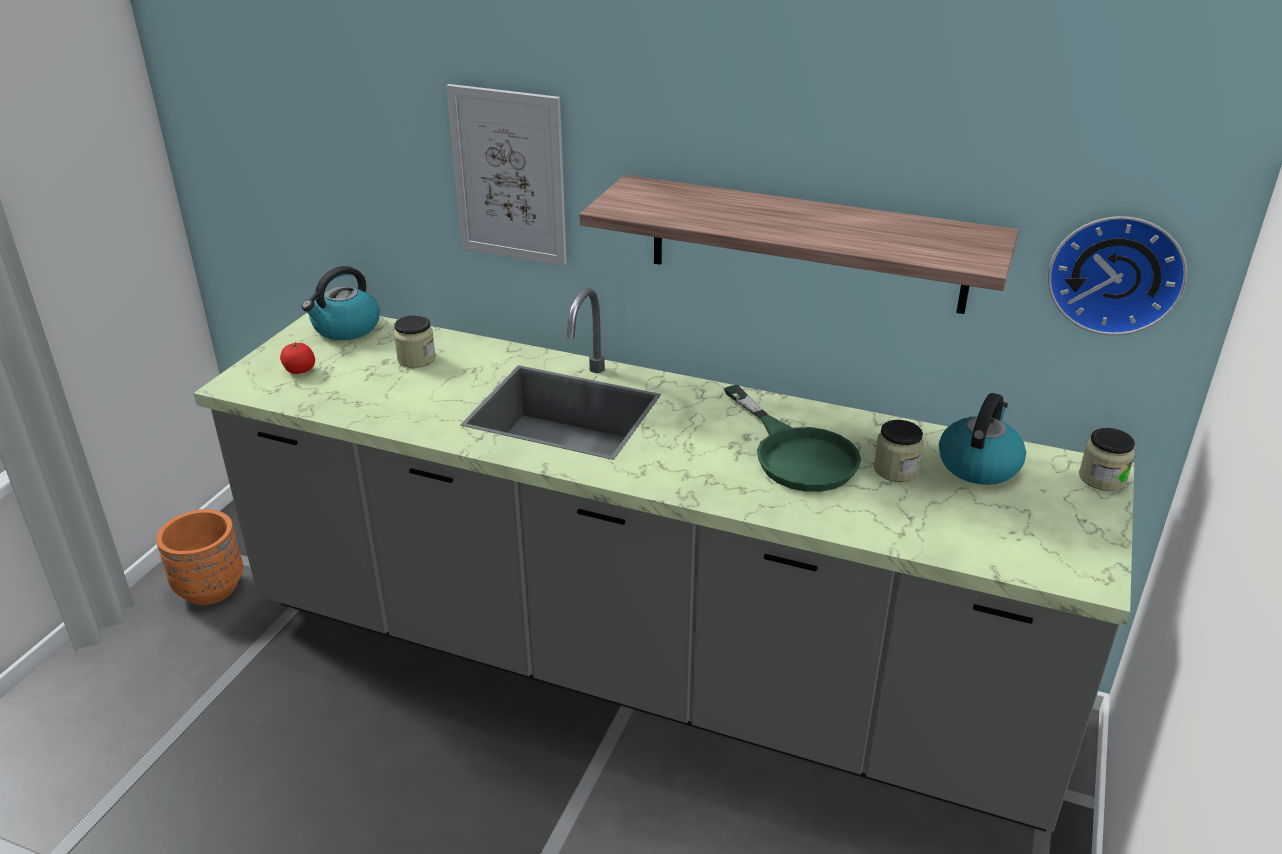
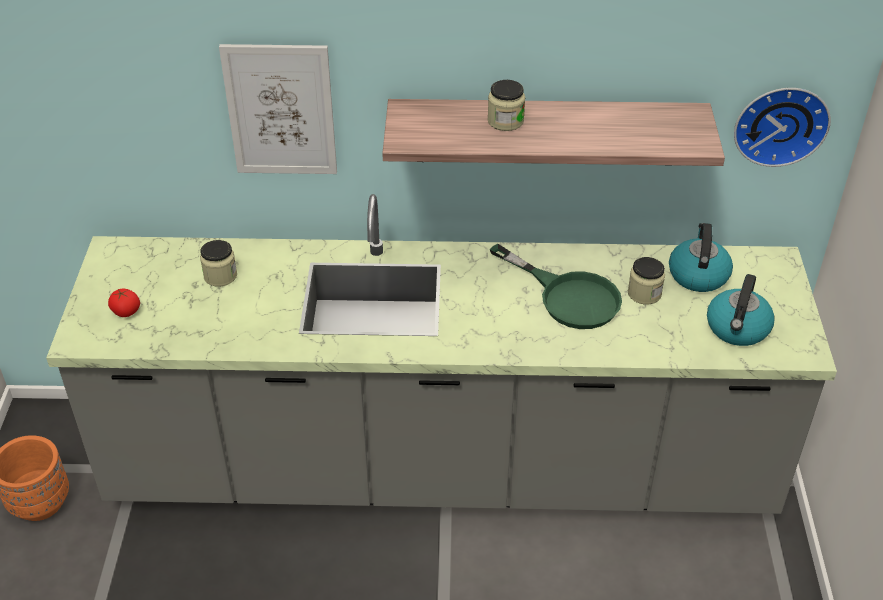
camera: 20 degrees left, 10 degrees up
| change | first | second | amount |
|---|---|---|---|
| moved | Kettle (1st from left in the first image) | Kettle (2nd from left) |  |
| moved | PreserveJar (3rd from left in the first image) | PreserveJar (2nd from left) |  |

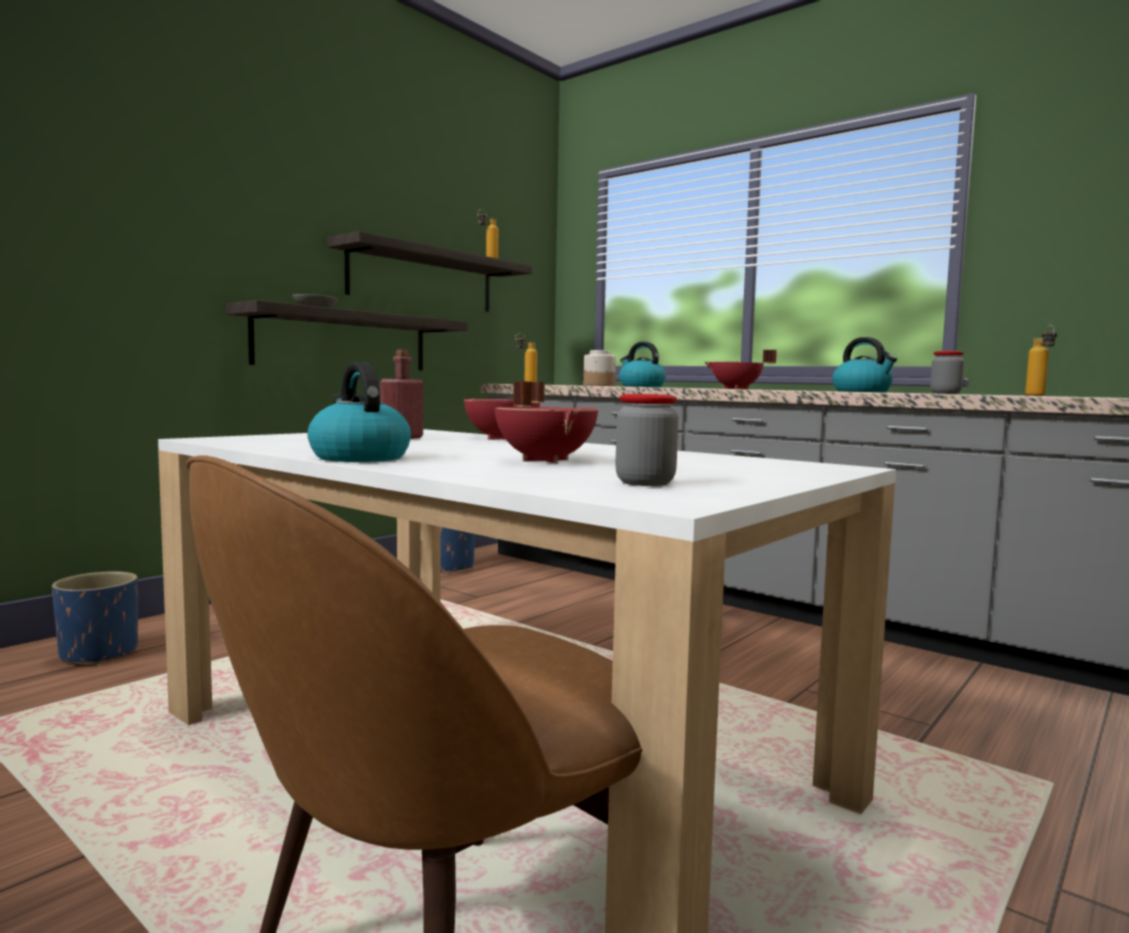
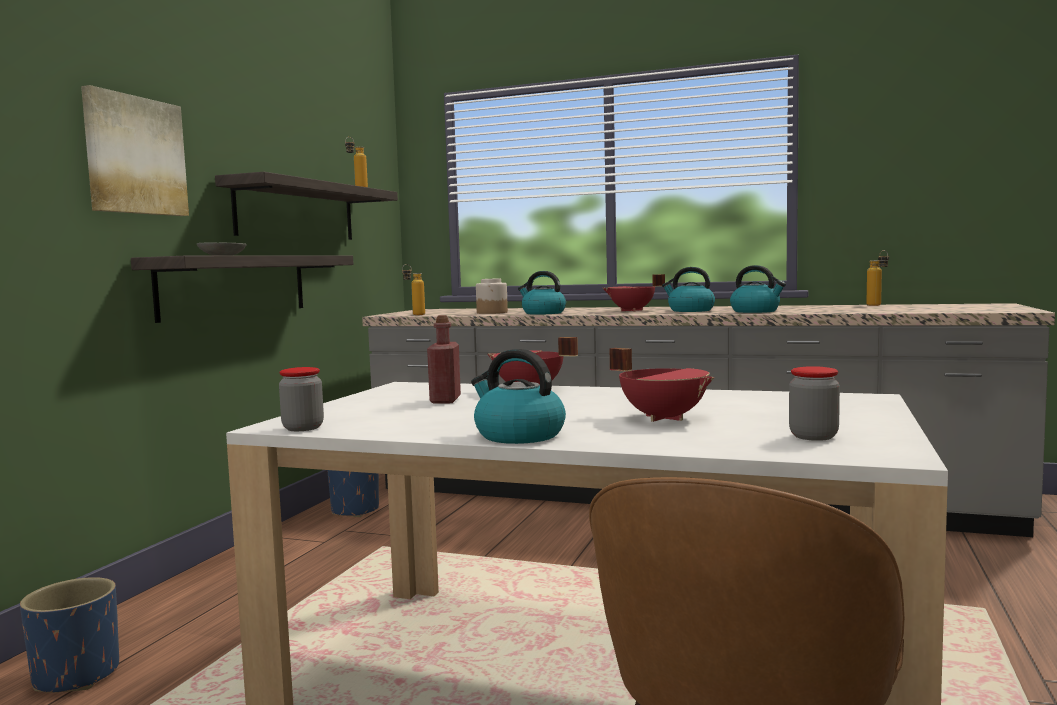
camera: 20 degrees left, 0 degrees up
| change | first | second | amount |
|---|---|---|---|
| moved | PreserveJar (3rd from left in the first image) | PreserveJar (1st from left) |  |
| added |  | WallArt |  |
| added |  | Kettle (3rd from left) |  |

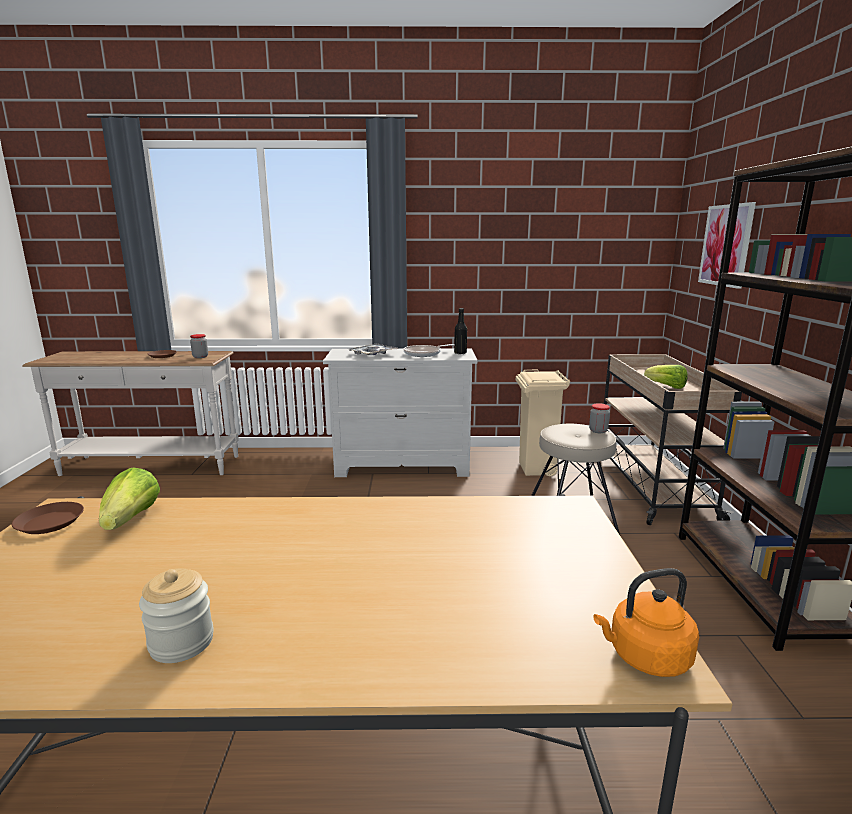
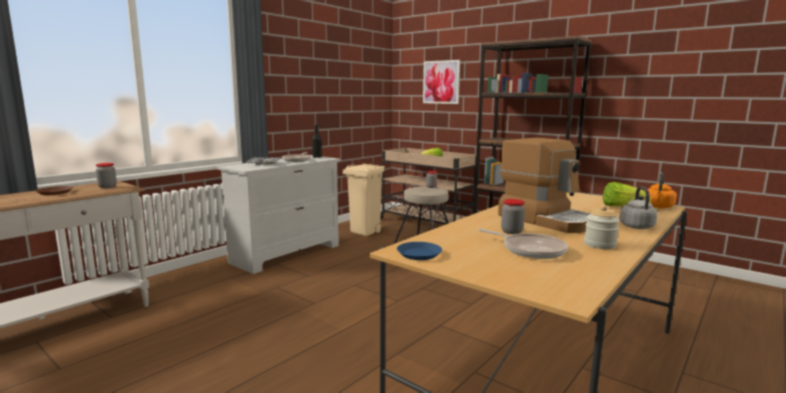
camera: 50 degrees left, 5 degrees down
| change | first | second | amount |
|---|---|---|---|
| recoloured | BrownColouredPlate (1st from left) | BlueColouredPlate |  |
| moved | LettuceHead (1st from left in the first image) | LettuceHead (2nd from left) |  |
| added |  | Skillet (2nd from left) |  |
| added |  | CoffeeMachine |  |
| added |  | PreserveJar (3rd from left) |  |
| added |  | GrayKettle |  |

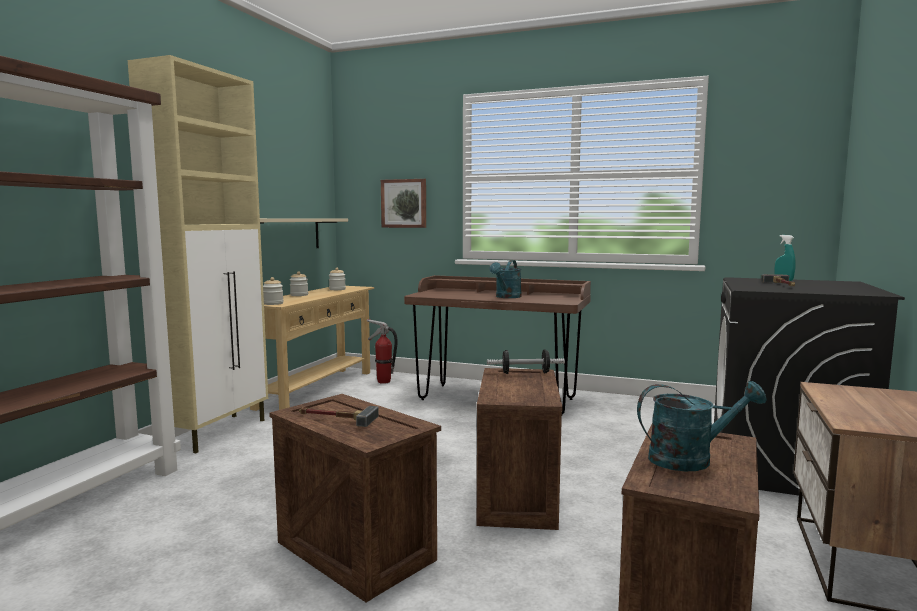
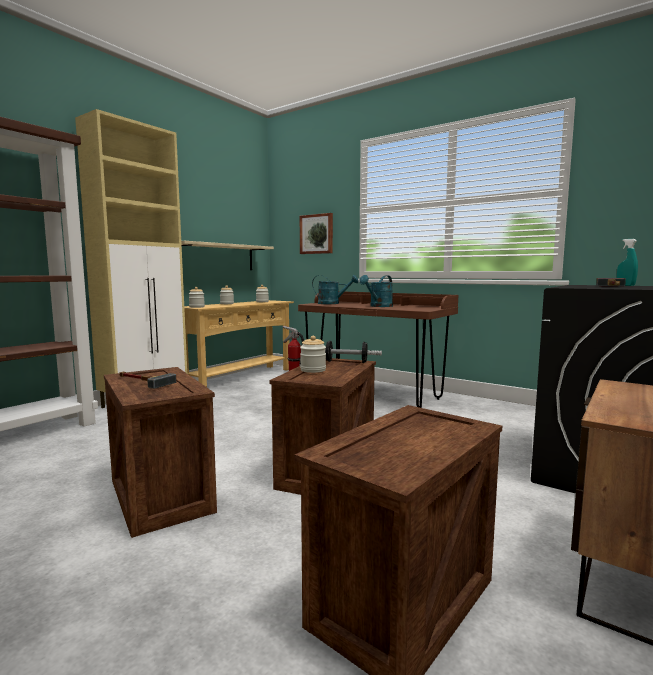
camera: 15 degrees right, 0 degrees up
| change | first | second | amount |
|---|---|---|---|
| moved | TurquoiseColouredWateringPot (2nd from left in the first image) | TurquoiseColouredWateringPot (1st from left) |  |
| added |  | PreserveJar (4th from left) |  |

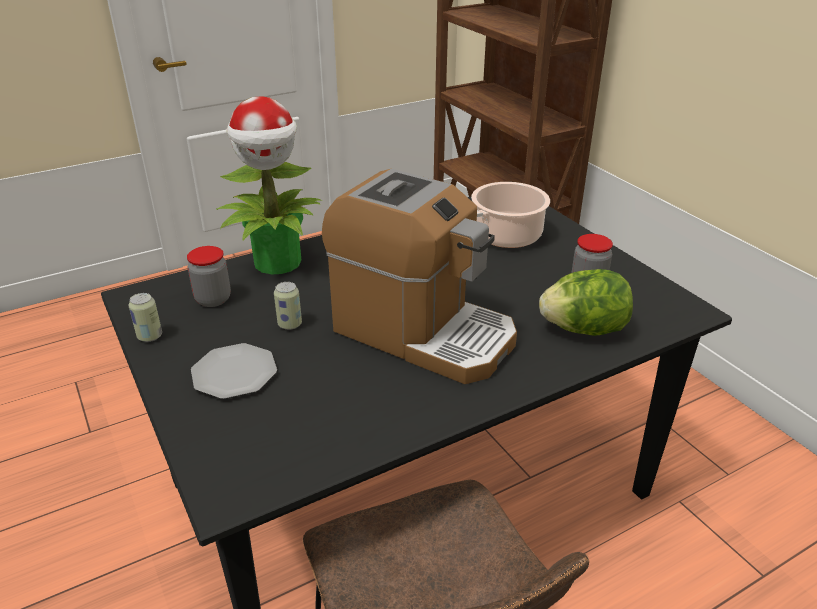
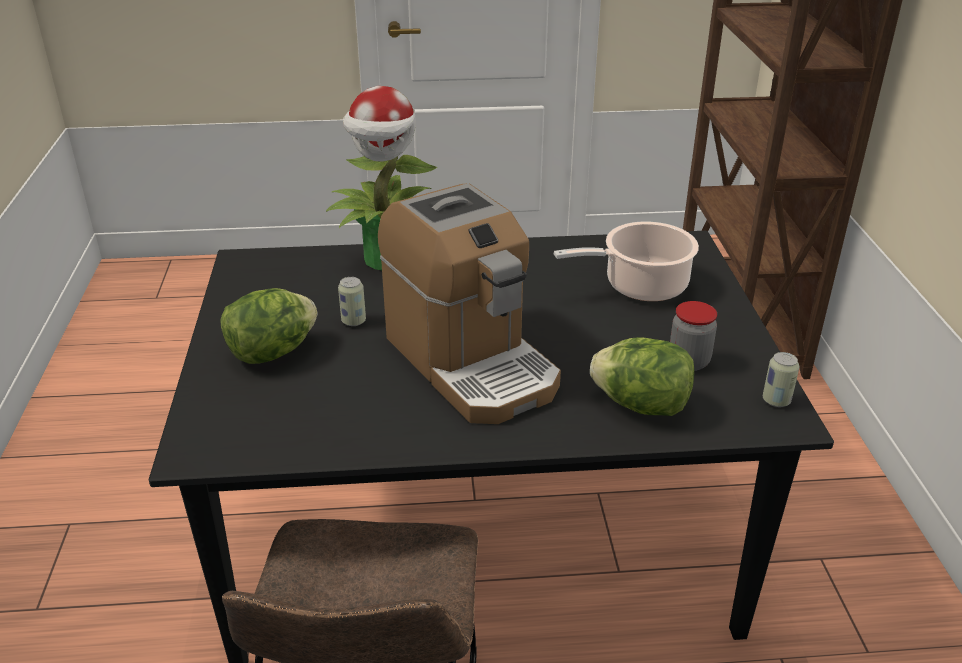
camera: 25 degrees right, 0 degrees up
| change | first | second | amount |
|---|---|---|---|
| moved | MetalCan (1st from left in the first image) | MetalCan (2nd from left) |  |
| removed | PreserveJar (1st from left) |  |  |
| replaced | Plate | LettuceHead (1st from left) |  |

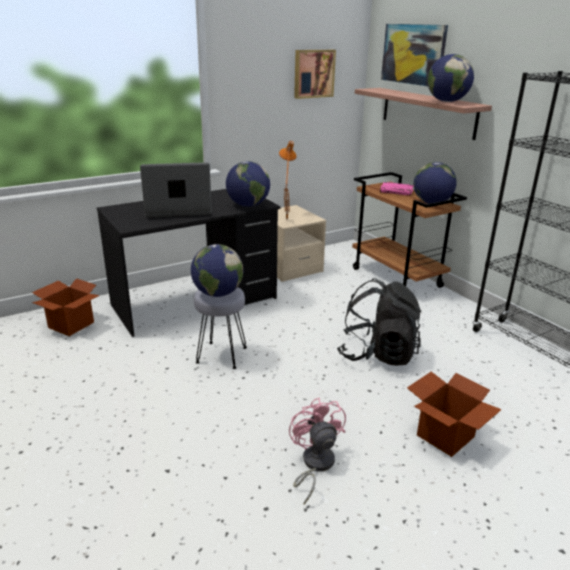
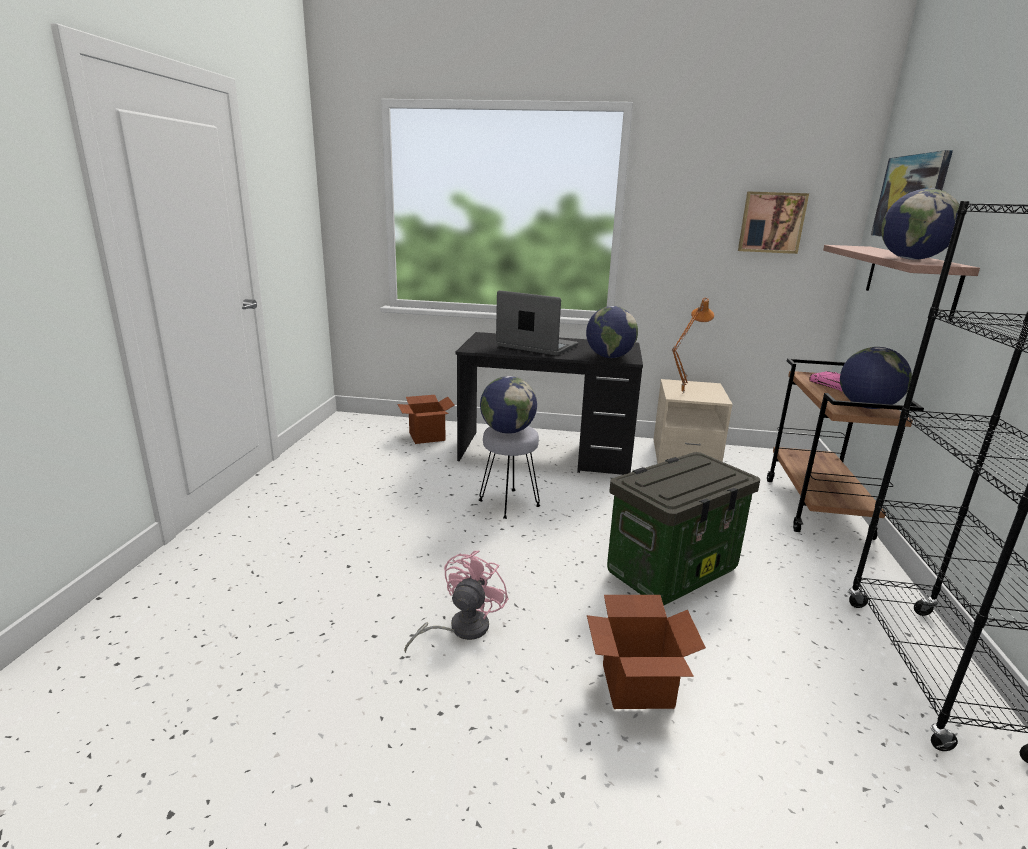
camera: 40 degrees right, 5 degrees down
| change | first | second | amount |
|---|---|---|---|
| replaced | BlackColouredKnapsack | StorageBox |  |

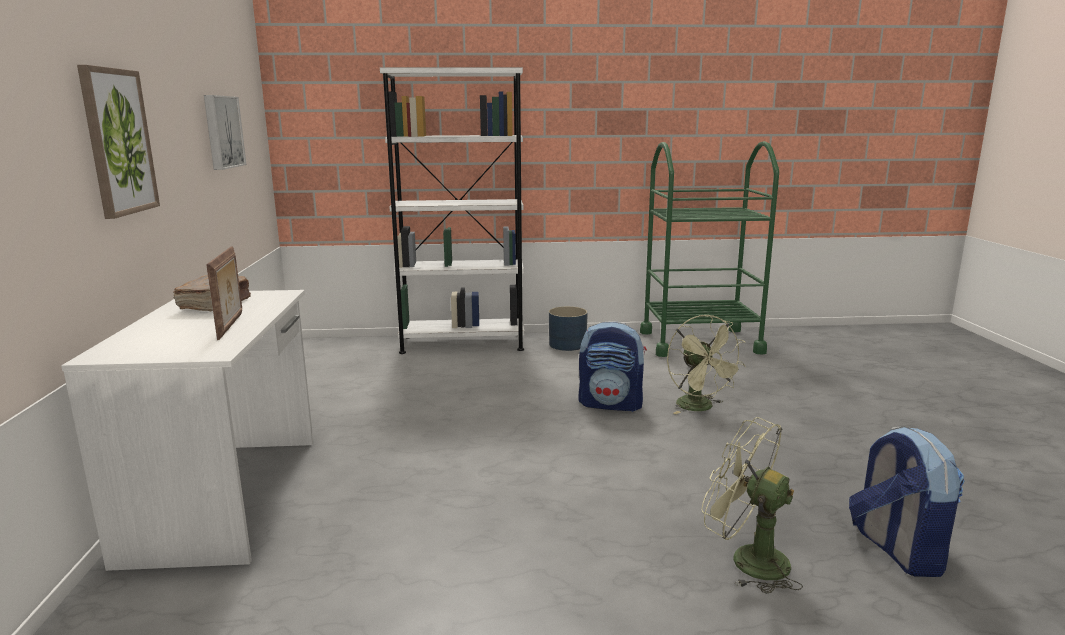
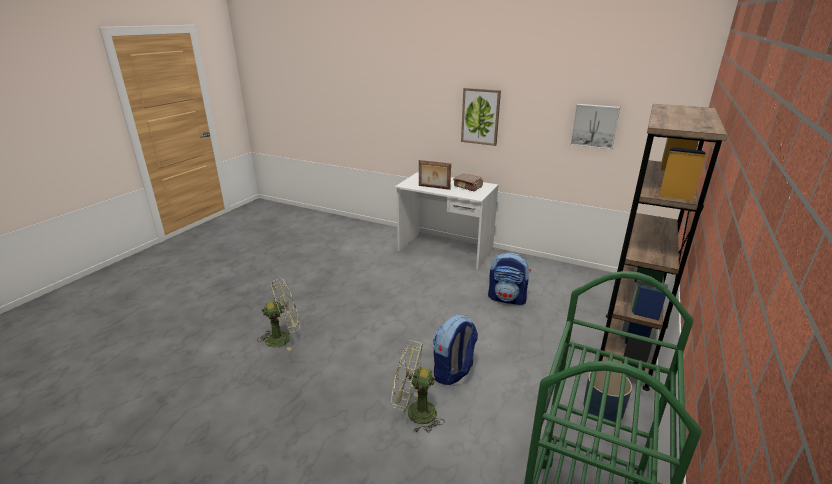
camera: 120 degrees right, 10 degrees up
| change | first | second | amount |
|---|---|---|---|
| recoloured | WhiteColouredBookcase | BrownColouredBookcase |  |
| moved | Knapsack (2nd from left) |  |  |

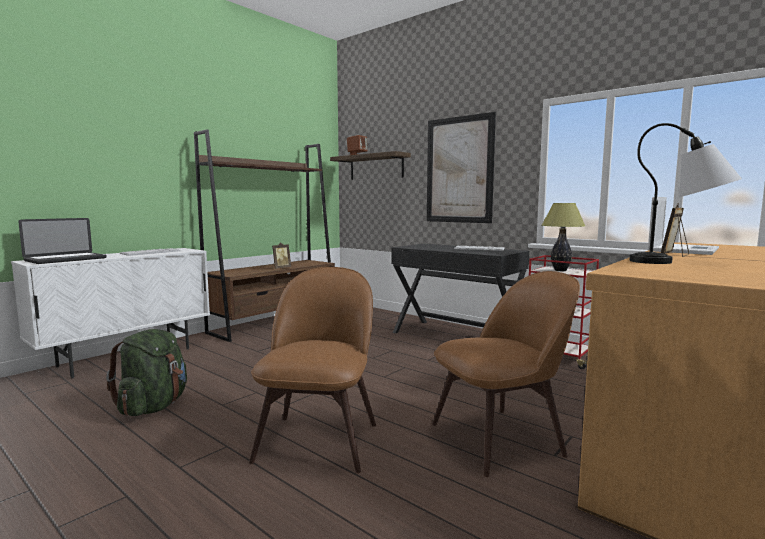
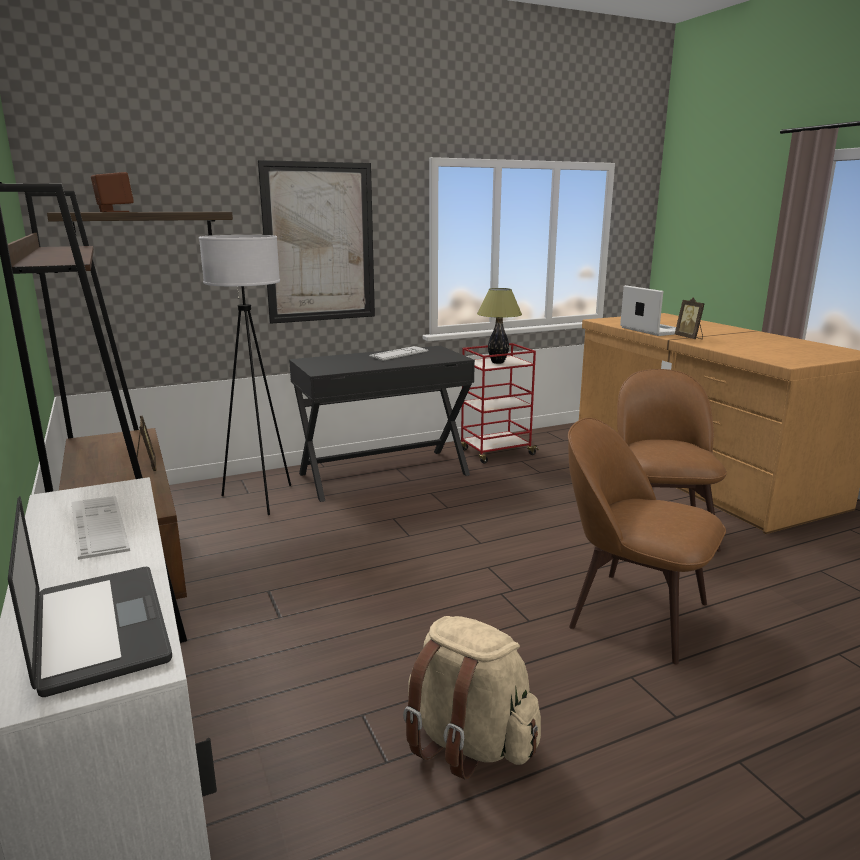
camera: 65 degrees left, 10 degrees up
| change | first | second | amount |
|---|---|---|---|
| recoloured | GreenishKnapsack | SandColouredKnapsack |  |
| removed | TabletopLamp (2nd from left) |  |  |
| added |  | WhiteColouredStandingLamp |  |

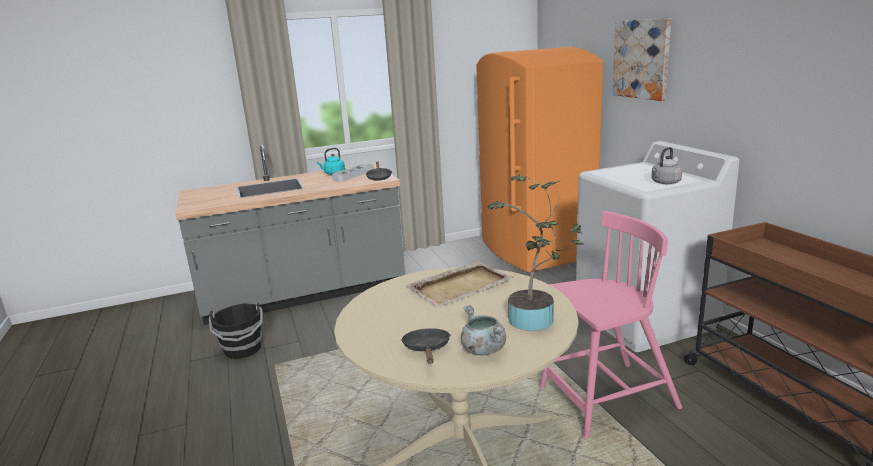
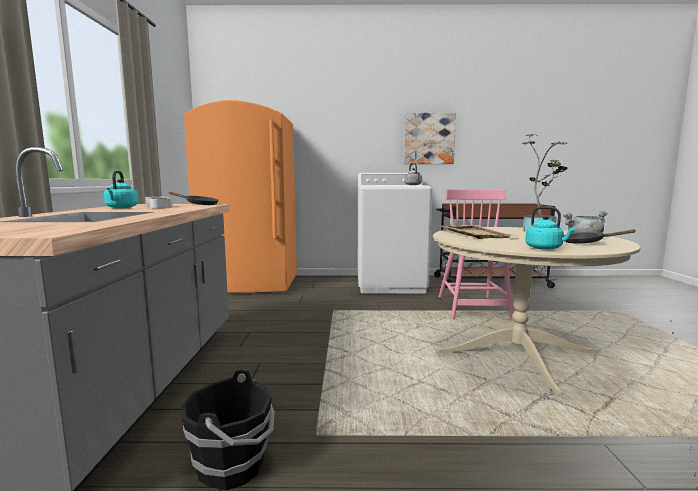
camera: 70 degrees left, 10 degrees down
| change | first | second | amount |
|---|---|---|---|
| moved | WallArt |  |  |
| added |  | TurquoiseColouredKettle (2nd from left) |  |

